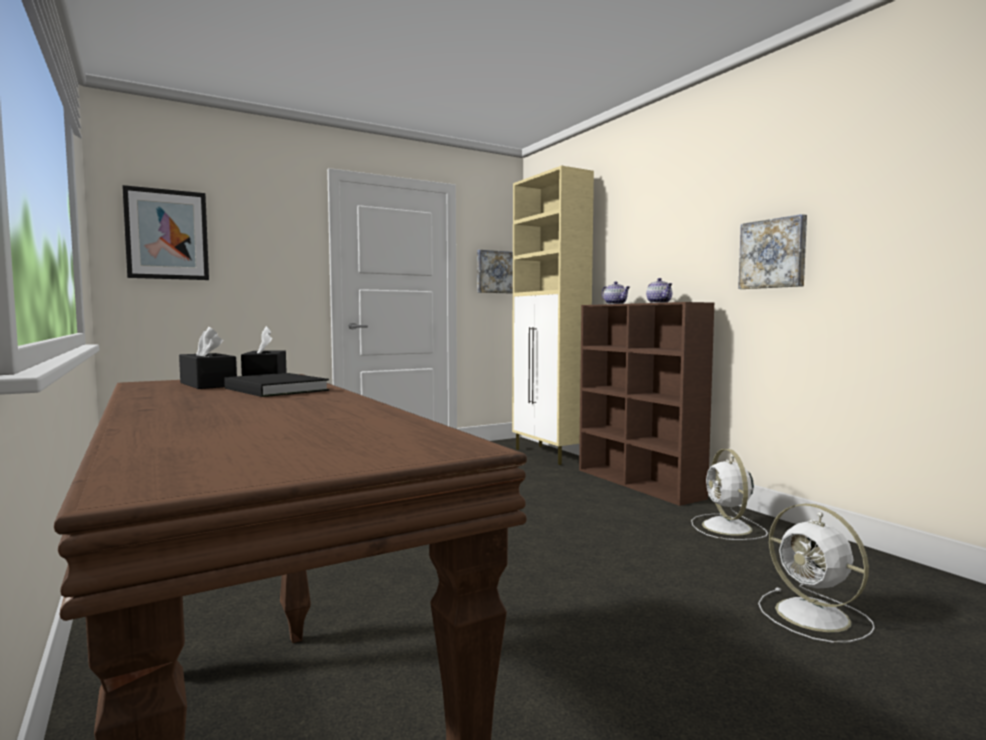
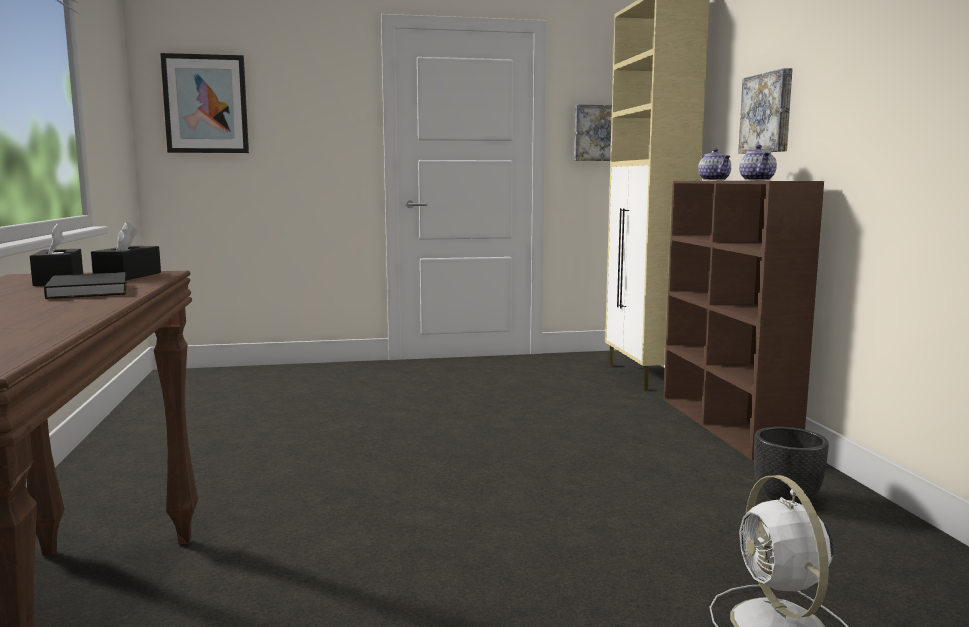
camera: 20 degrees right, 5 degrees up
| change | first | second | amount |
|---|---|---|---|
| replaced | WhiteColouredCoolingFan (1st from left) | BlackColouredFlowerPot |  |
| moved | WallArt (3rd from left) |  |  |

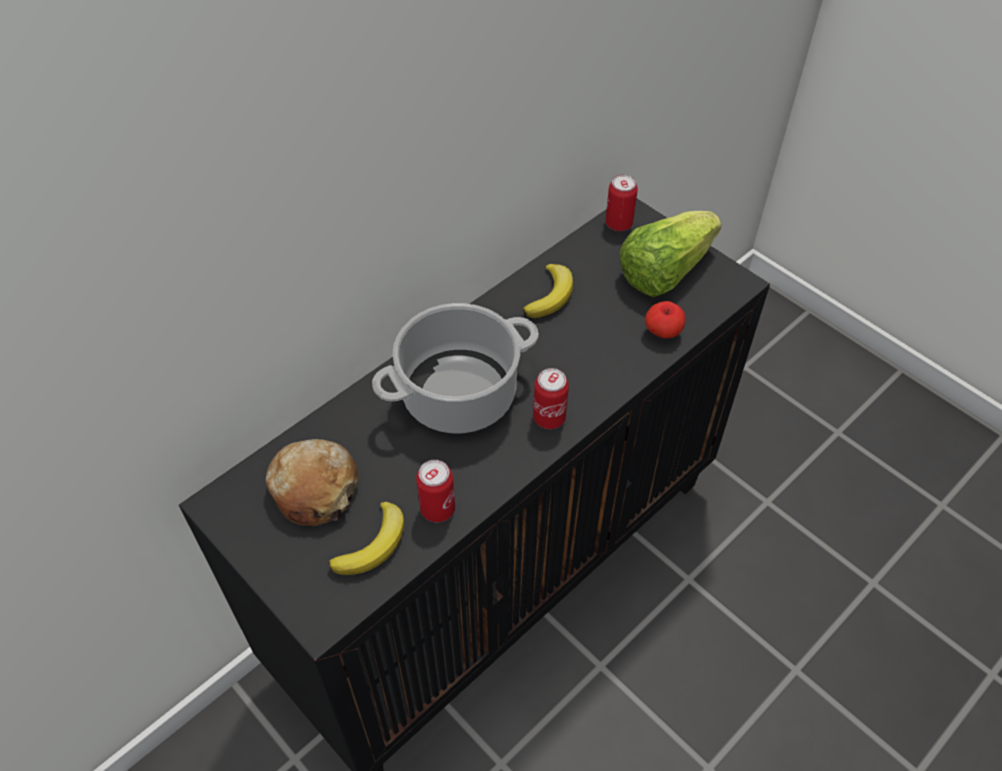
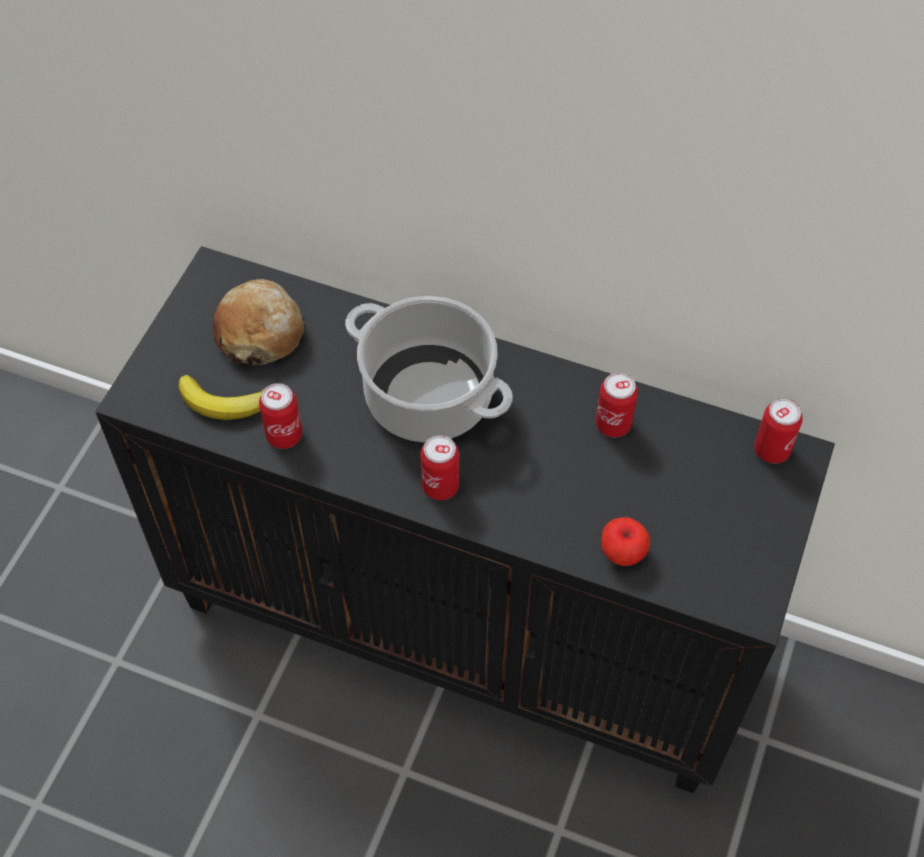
camera: 65 degrees right, 5 degrees up
| change | first | second | amount |
|---|---|---|---|
| replaced | Banana (2nd from left) | MetalCan (3rd from left) |  |
| removed | LettuceHead |  |  |

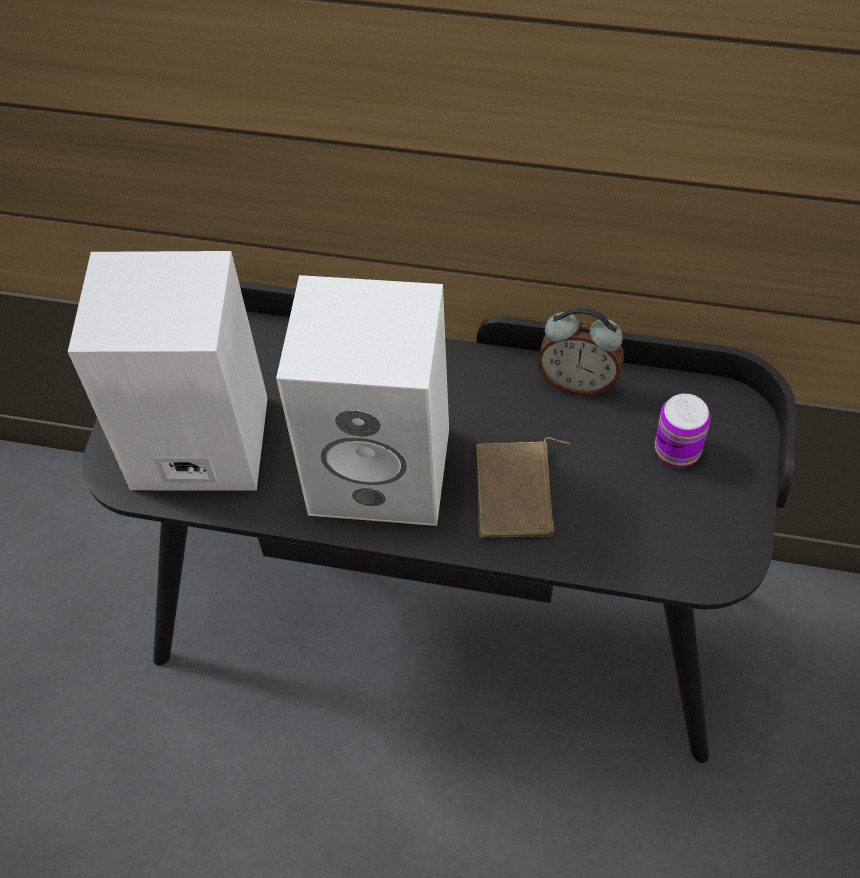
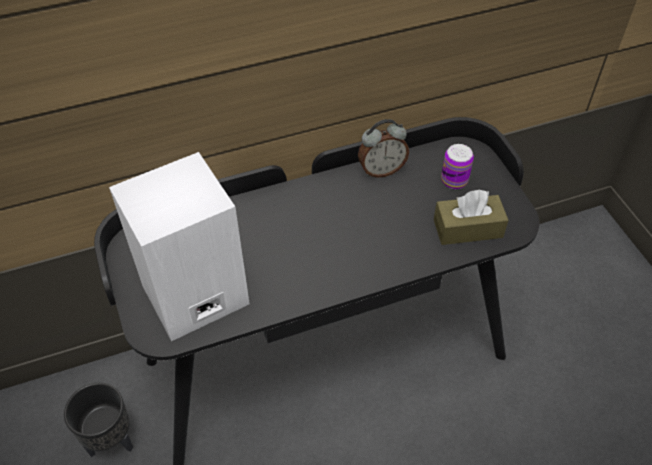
camera: 35 degrees left, 5 degrees down
| change | first | second | amount |
|---|---|---|---|
| removed | WhiteColouredAudioSpeaker (2nd from left) |  |  |
| removed | BrownColouredBoundBook |  |  |
| added |  | BlackColouredFlowerPot |  |
| added |  | BrownColouredBoxOfTissues |  |

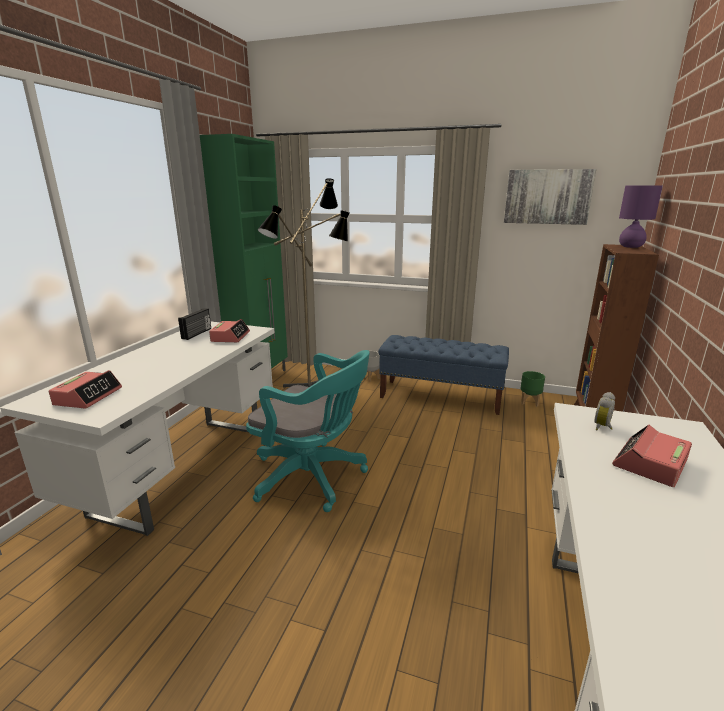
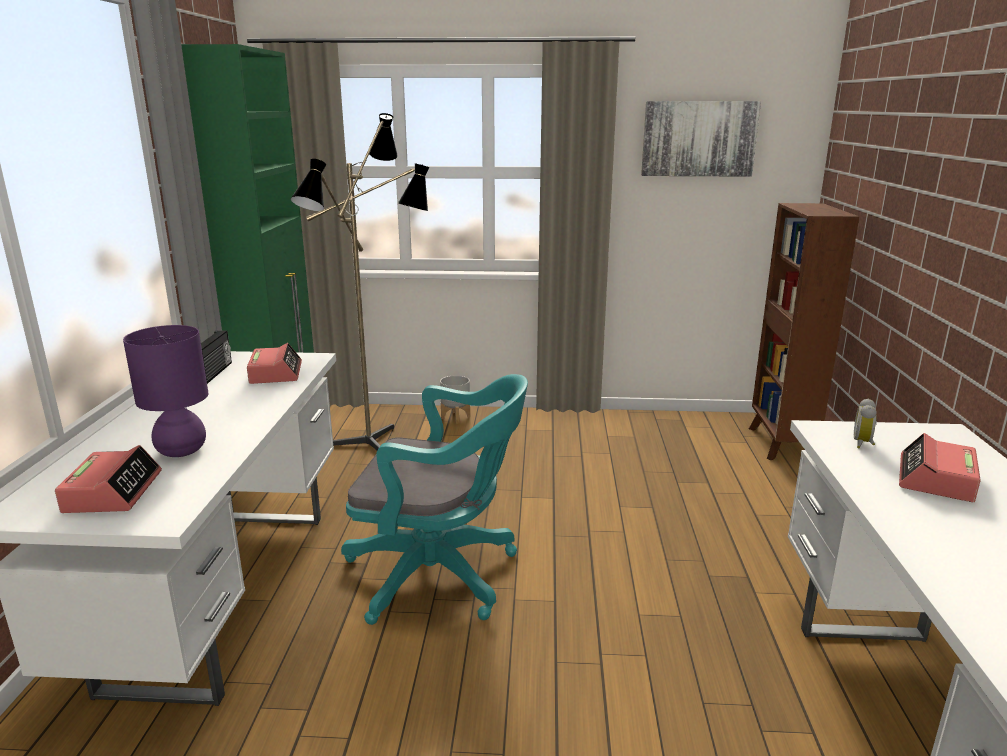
camera: 15 degrees left, 0 degrees up
| change | first | second | amount |
|---|---|---|---|
| removed | BlueColouredBench |  |  |
| removed | GreenishFlowerPot |  |  |
| moved | PurplishTabletopLamp |  |  |

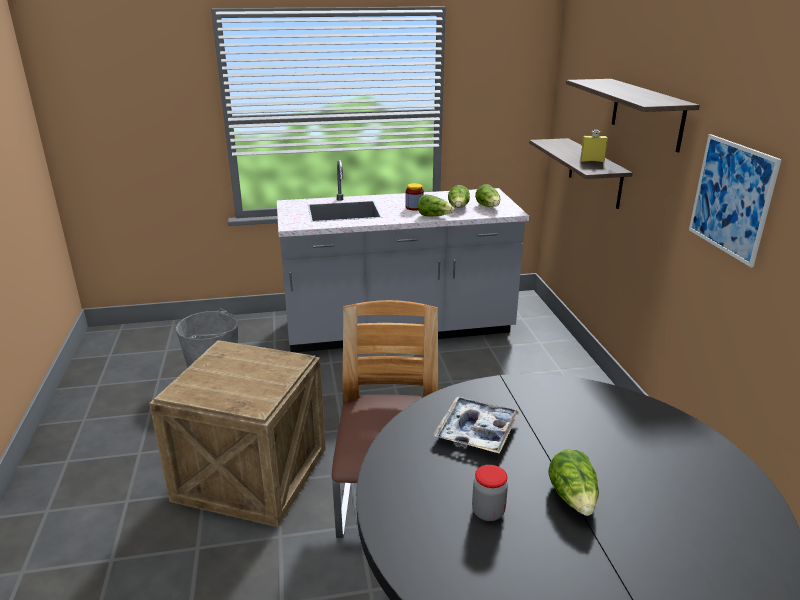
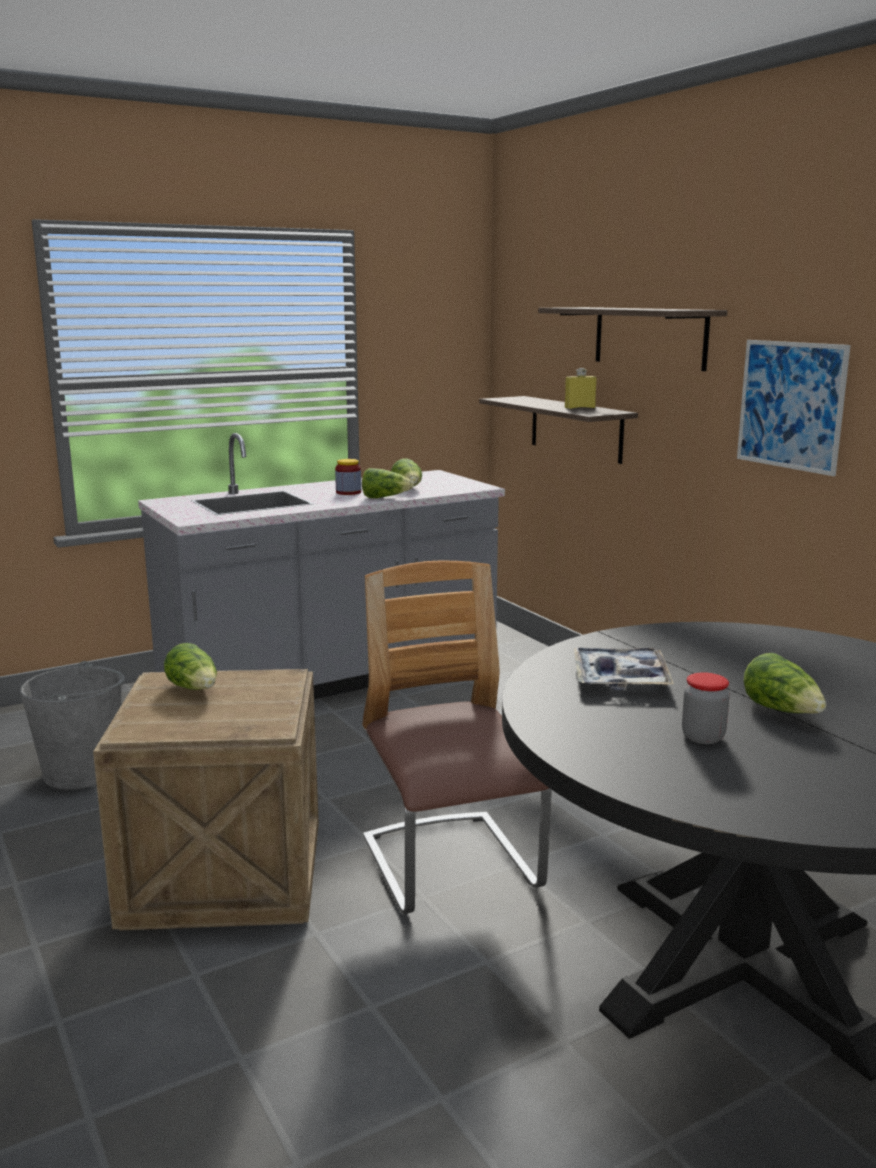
camera: 20 degrees left, 10 degrees down
| change | first | second | amount |
|---|---|---|---|
| moved | LettuceHead (3rd from left in the first image) | LettuceHead (1st from left) |  |

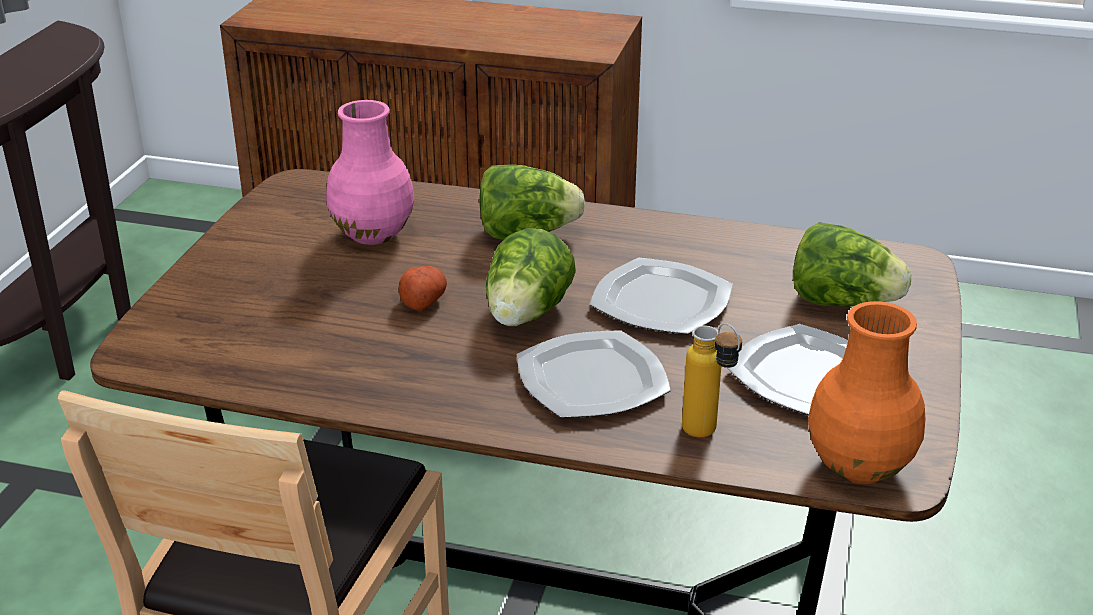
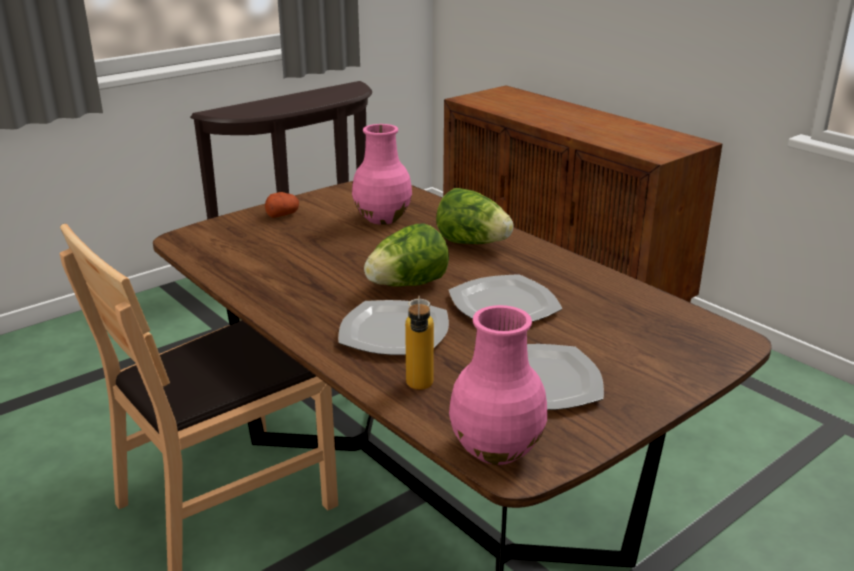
camera: 35 degrees right, 5 degrees down
| change | first | second | amount |
|---|---|---|---|
| moved | WholePotato |  |  |
| removed | LettuceHead (3rd from left) |  |  |
| recoloured | OrangeyDecorativeVase | PinkishDecorativeVase (2nd from left) |  |

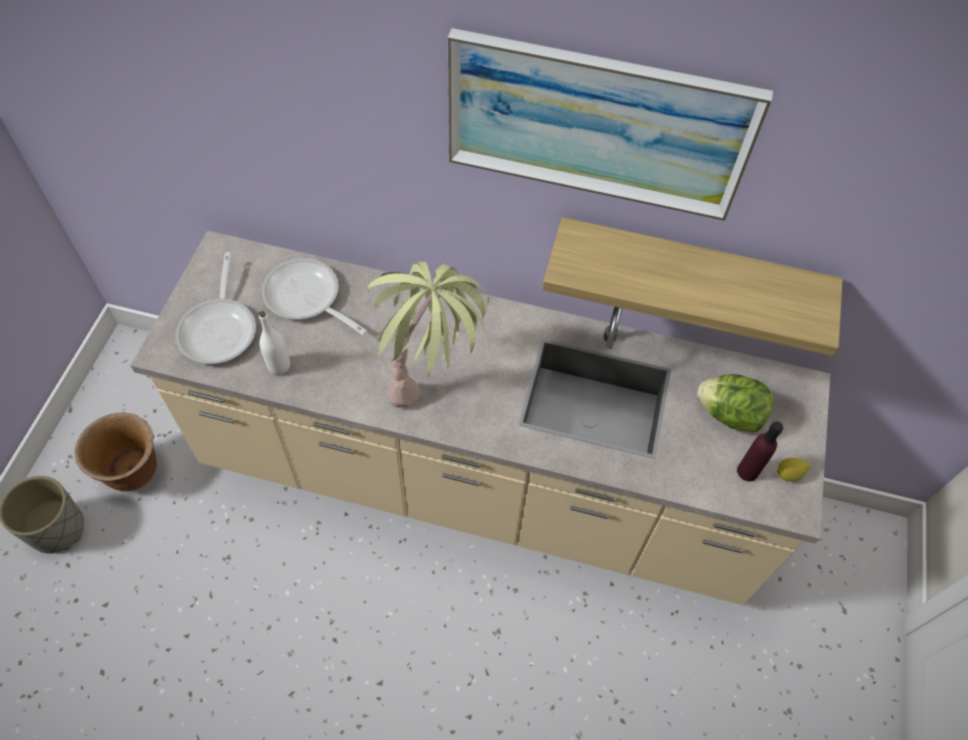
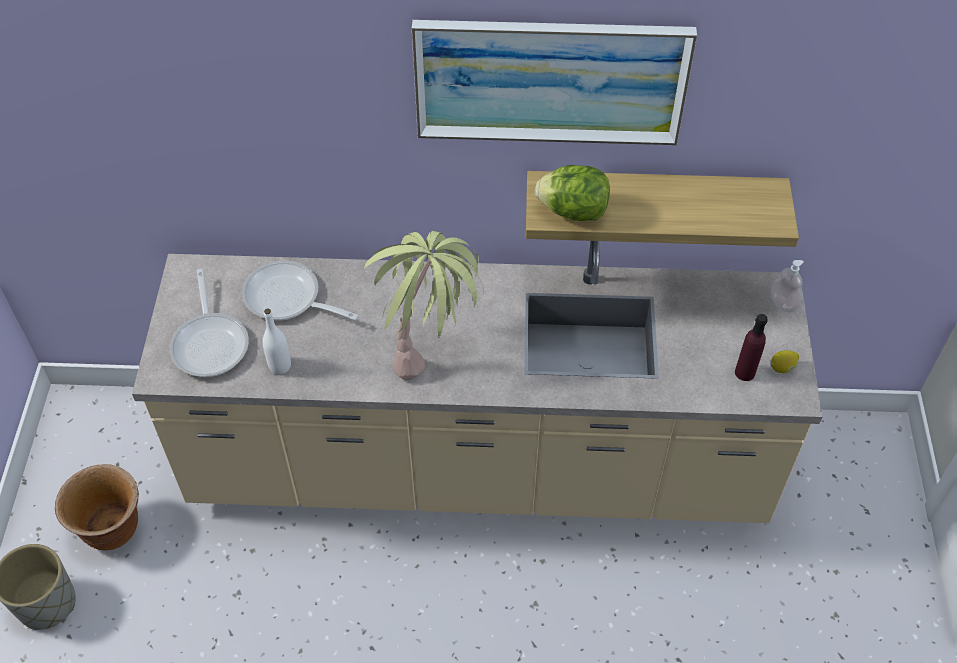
camera: 10 degrees left, 5 degrees down
| change | first | second | amount |
|---|---|---|---|
| moved | LettuceHead |  |  |
| added |  | SoapDispenser |  |

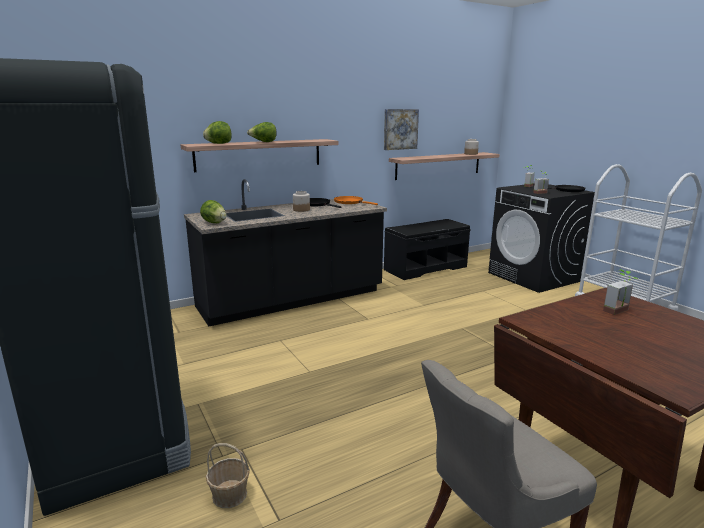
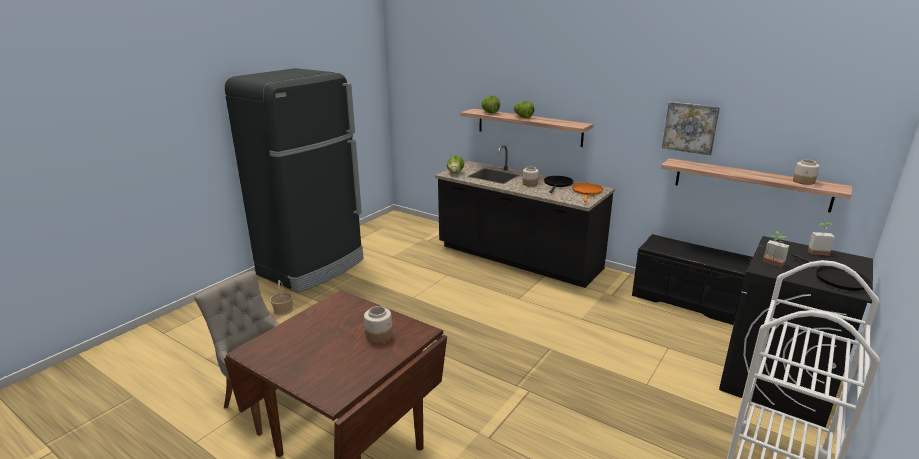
camera: 65 degrees right, 5 degrees up
| change | first | second | amount |
|---|---|---|---|
| replaced | PlantInAPot (3rd from left) | PreserveJar (1st from left) |  |

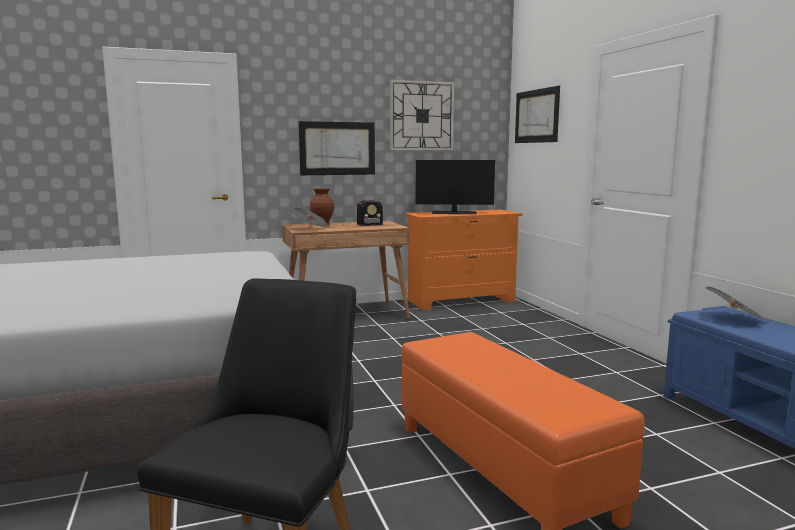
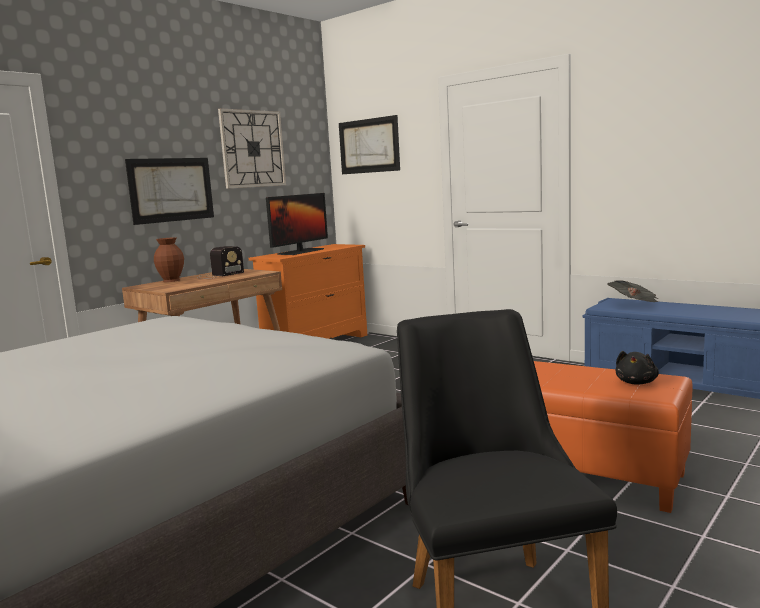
camera: 30 degrees left, 0 degrees up
| change | first | second | amount |
|---|---|---|---|
| removed | PrintedPaper (1st from left) |  |  |
| turned | ComputerScreen |  | 150 degrees clockwise |
| added |  | BlackColouredSoftToy |  |

